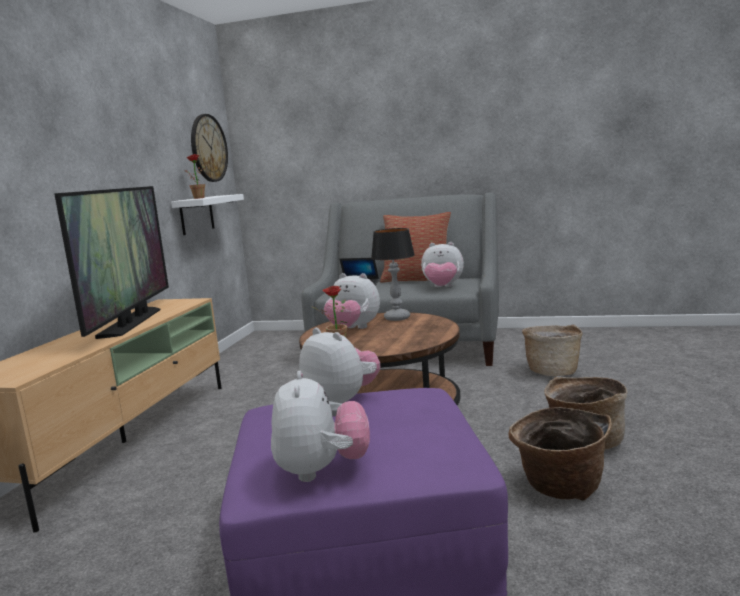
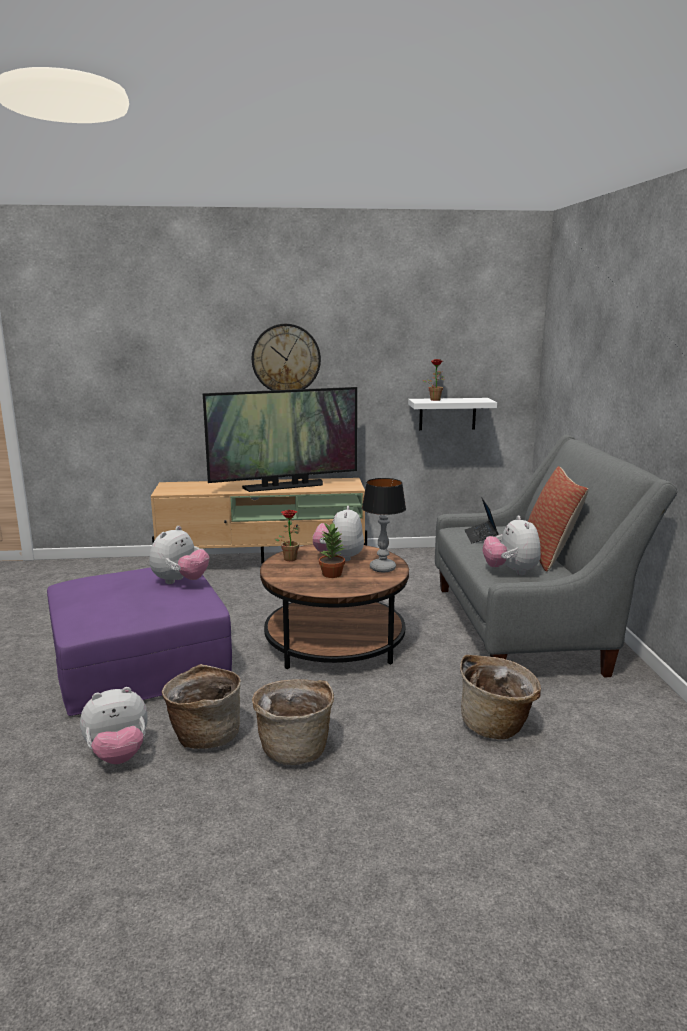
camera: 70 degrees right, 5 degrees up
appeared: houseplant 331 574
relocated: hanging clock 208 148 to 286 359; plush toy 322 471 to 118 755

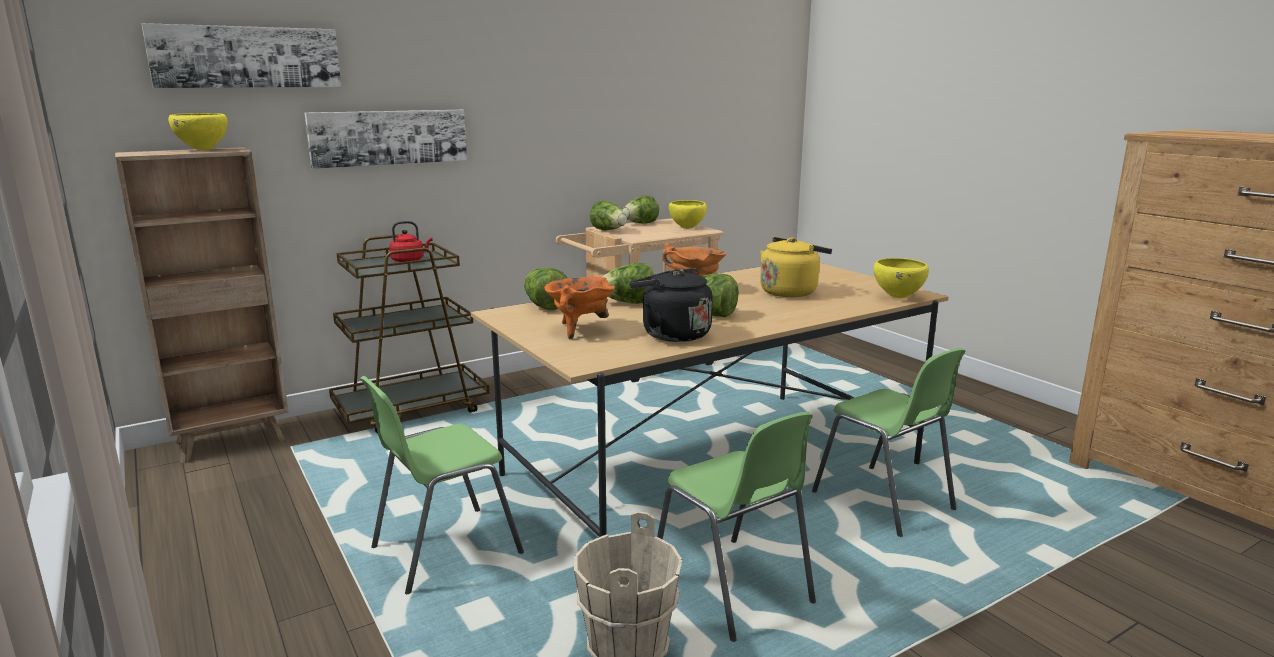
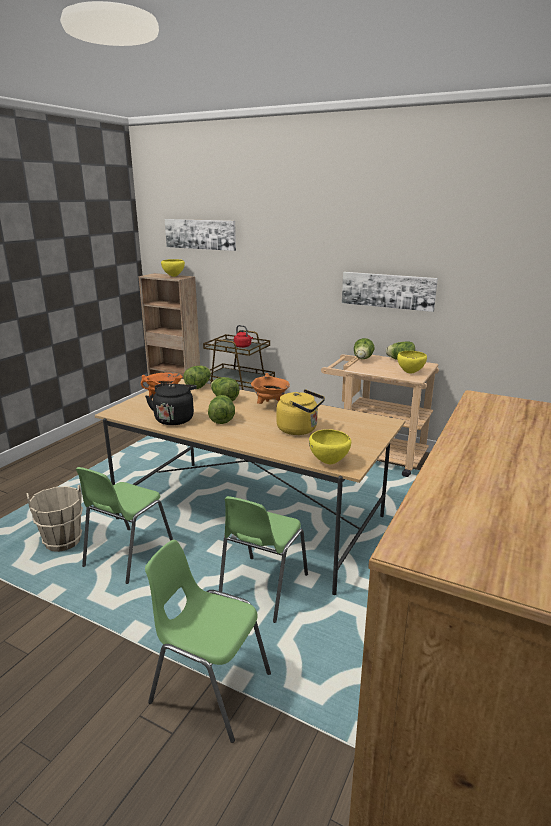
camera: 60 degrees right, 5 degrees up
relocated: picture 389 137 to 388 290; green-coloured plain chair 444 550 to 209 688

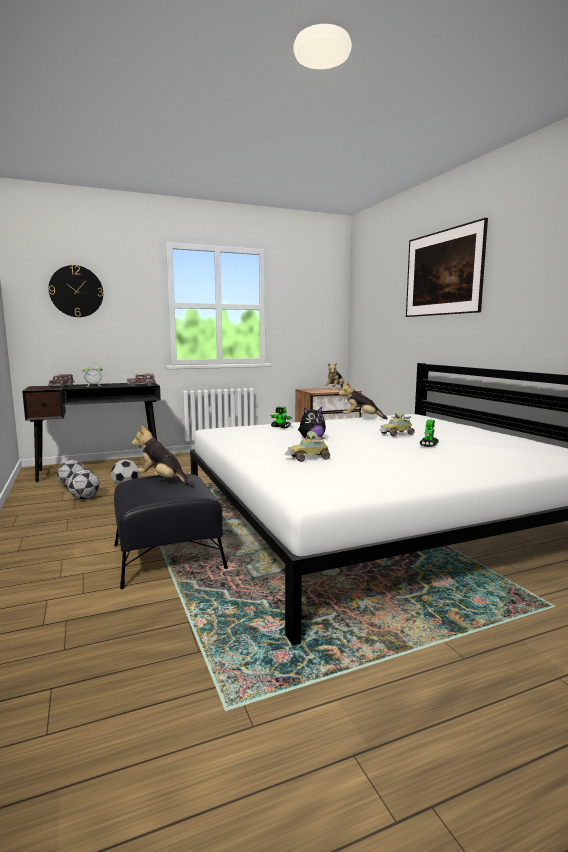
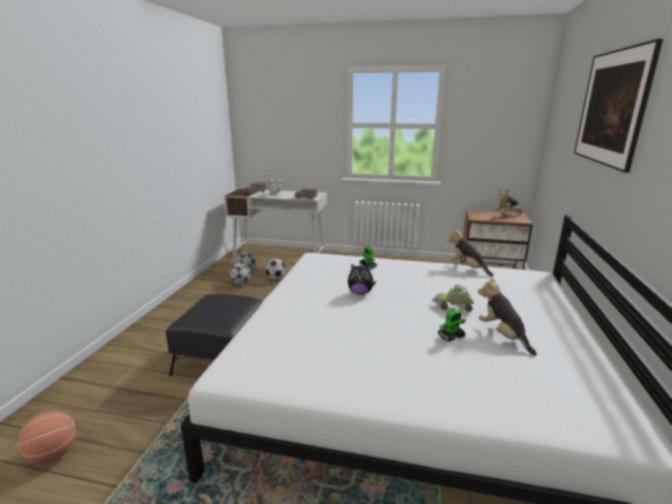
camera: 35 degrees right, 10 degrees up
missing: hanging clock 76 291; model car 309 458
appeared: basketball 53 454
relocated: plush toy 163 481 to 502 335
colour: blackish desk table 101 470 to white desk table 280 257

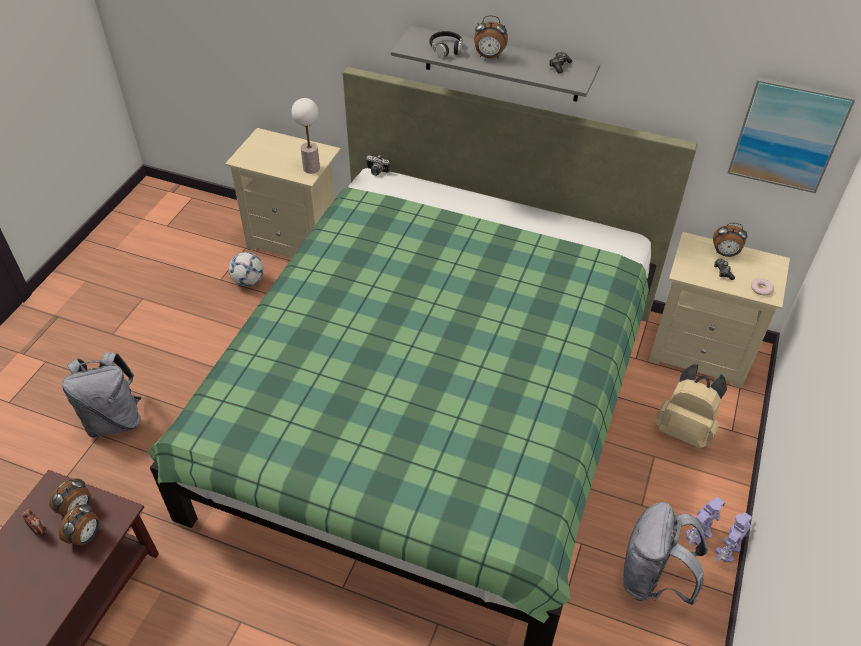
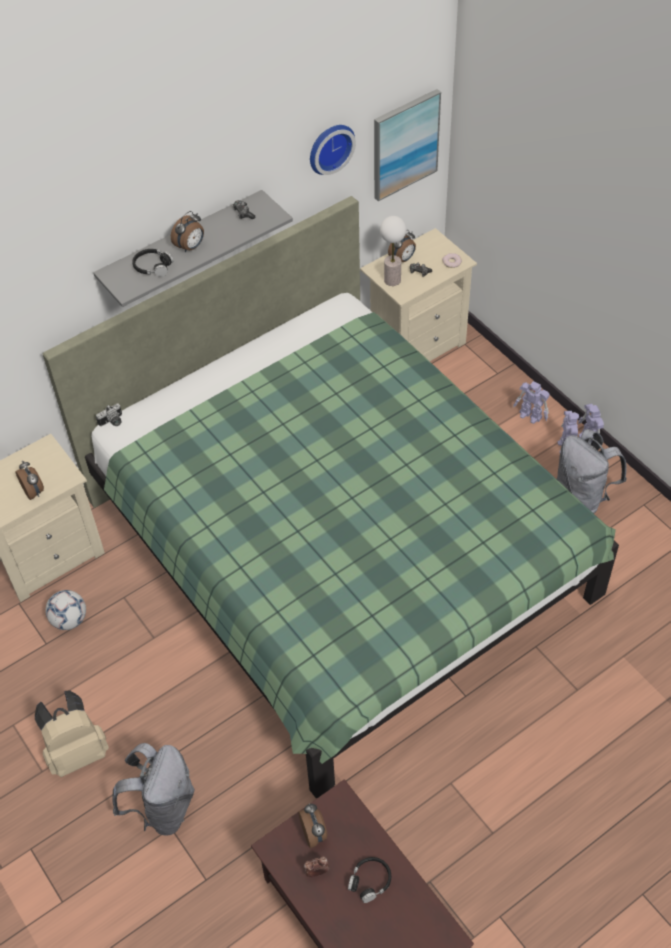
camera: 55 degrees left, 5 degrees up
appeared: hanging clock 329 147; blackish pair of headphones 370 881; model robot 530 416
relocated: table clock 86 536 to 34 491; table lamp 311 168 to 392 280; beige backpack 684 430 to 77 752

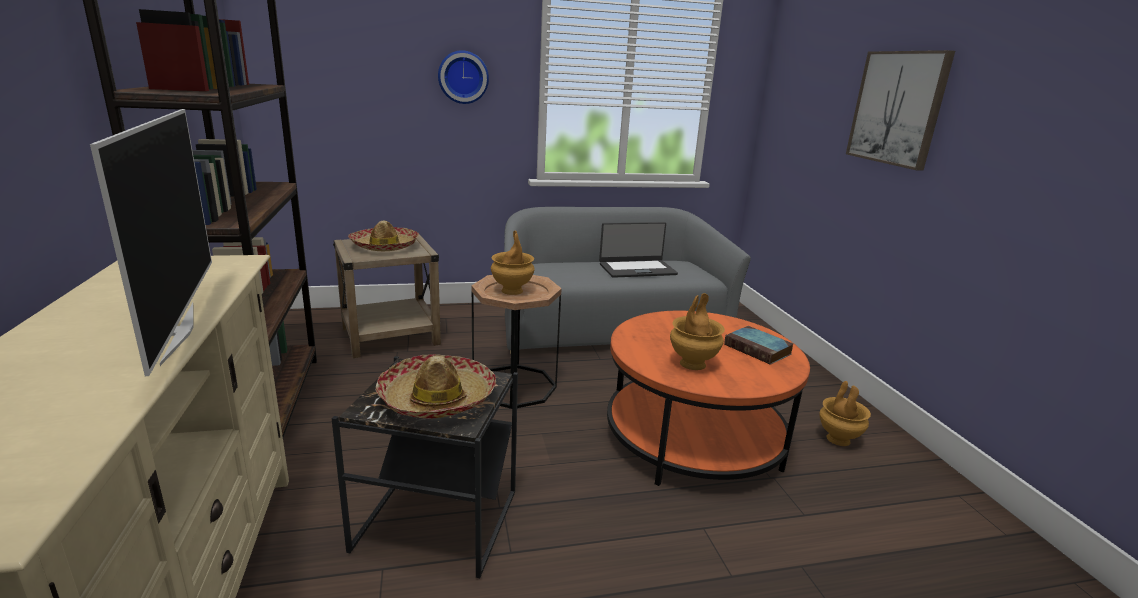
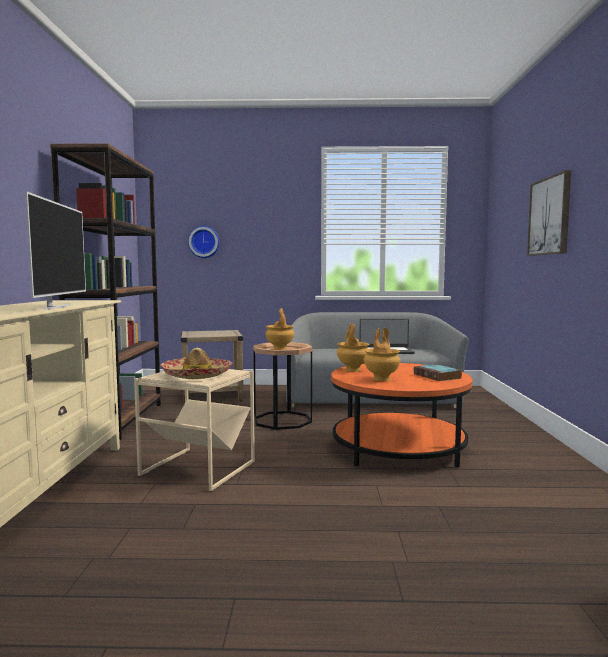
camera: 15 degrees right, 15 degrees down
missing: wearable hat 385 246
relocated: hanging clock 463 77 to 204 242; brown vase 837 439 to 352 370
colour: blackish side table 436 520 to beige side table 197 468

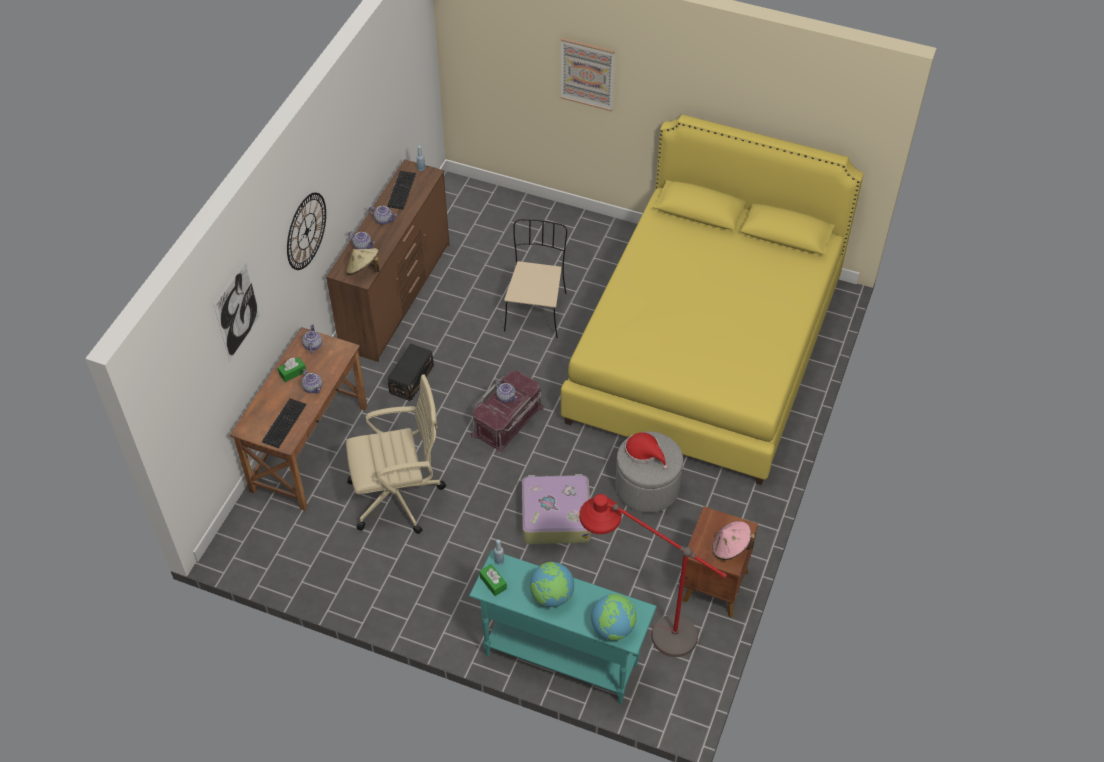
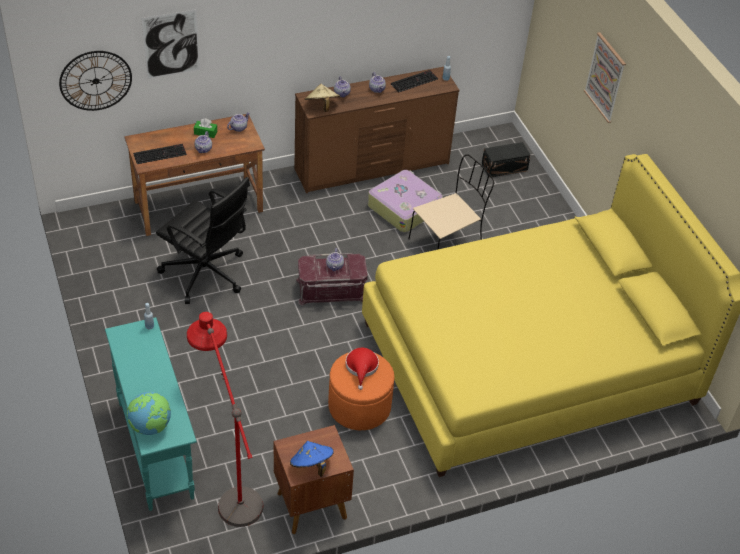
camera: 45 degrees right, 5 degrees down
missing: green-coloured tissue holder 493 583; world globe 551 596
relocated: hanging clock 306 231 to 95 81; blackish storage box 410 380 to 503 167; suitcase 555 515 to 404 207
colour: beige desk chair 399 496 to blackish desk chair 206 274; gray footrest 647 487 to orange footrest 359 406; pink-coloured wearable hat 730 548 to blue-coloured wearable hat 311 465

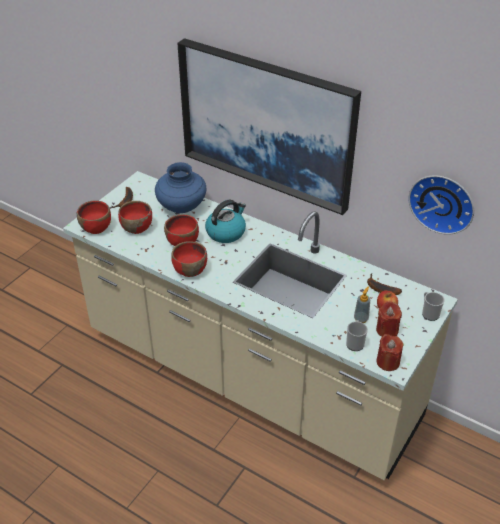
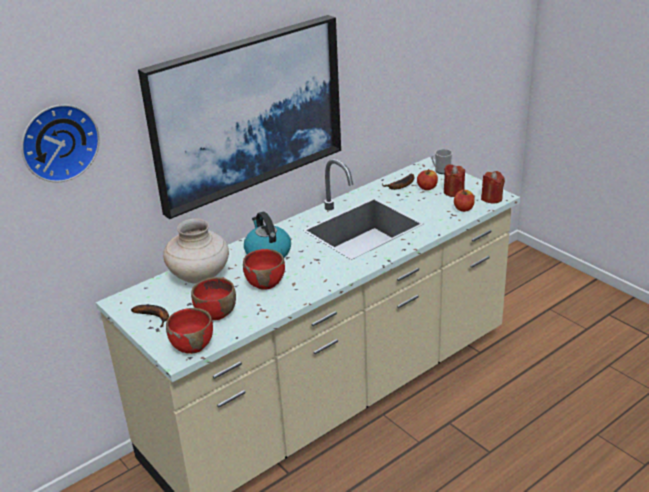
camera: 70 degrees left, 10 degrees down
missing: red deep dish 190 270; soap bottle 361 319
relocated: hanging clock 442 202 to 58 141
exchanged: coffee mug 355 343 to apple fruit 463 209
colour: blue-coloured vase 181 207 to beige vase 200 276

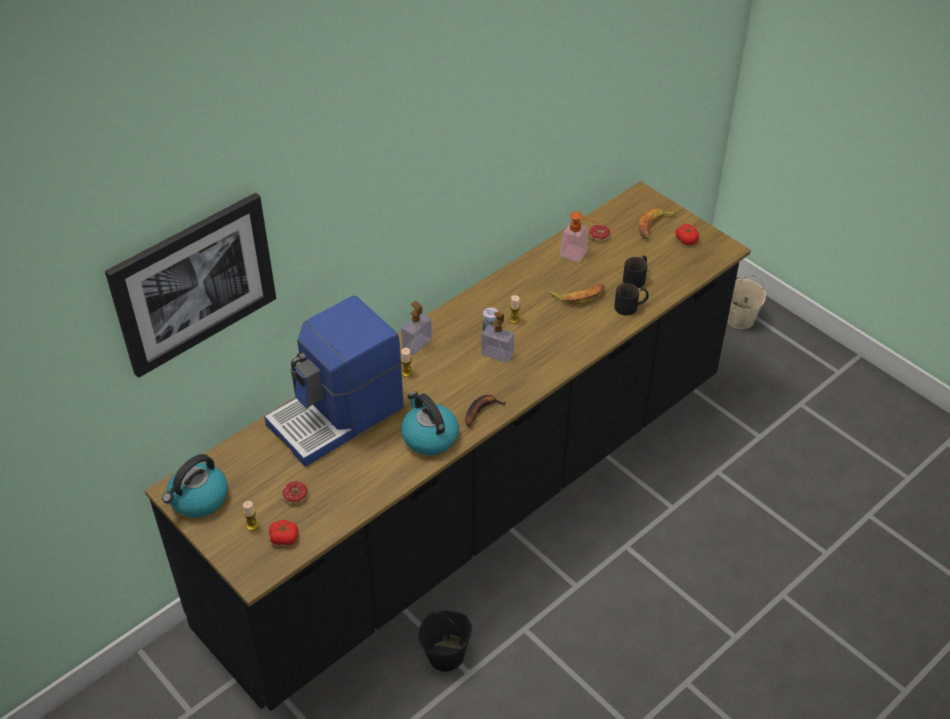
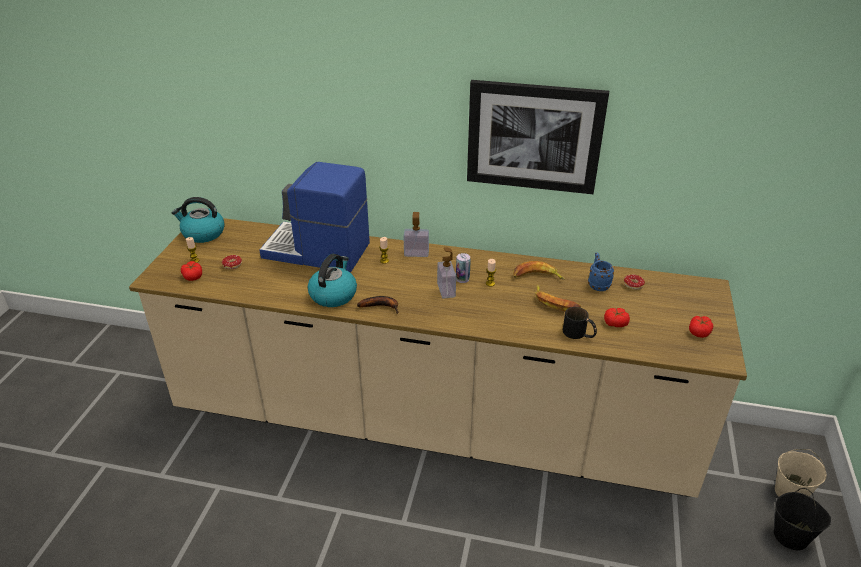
camera: 55 degrees right, 10 degrees down
relocated: picture 193 283 to 534 136; blackish pail 446 655 to 791 536; whole banana 654 226 to 537 276
exchanged: soap bottle 578 255 to blue-coloured coffee mug 597 284; blackish coffee mug 636 277 to fresh tomato 615 323
colour: blackish kitchen counter 474 500 to beige kitchen counter 430 422

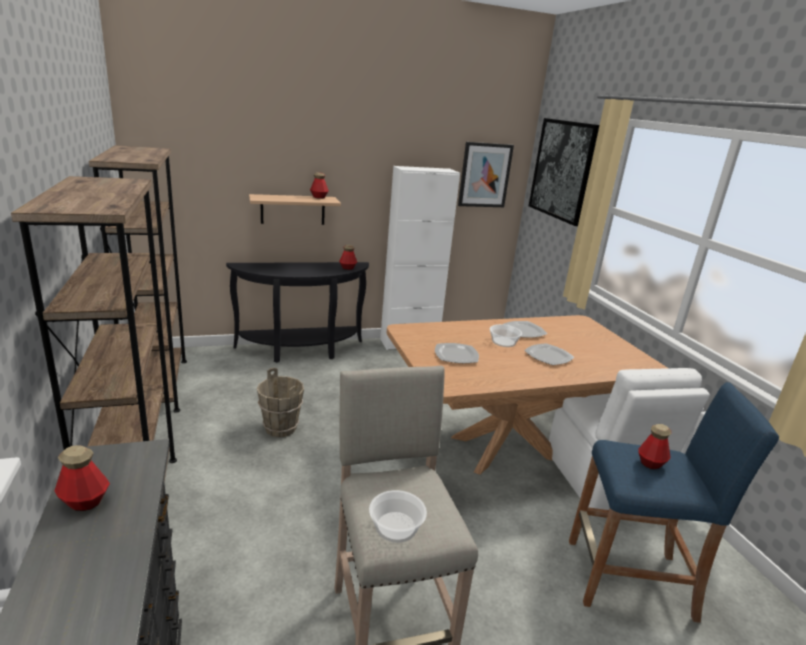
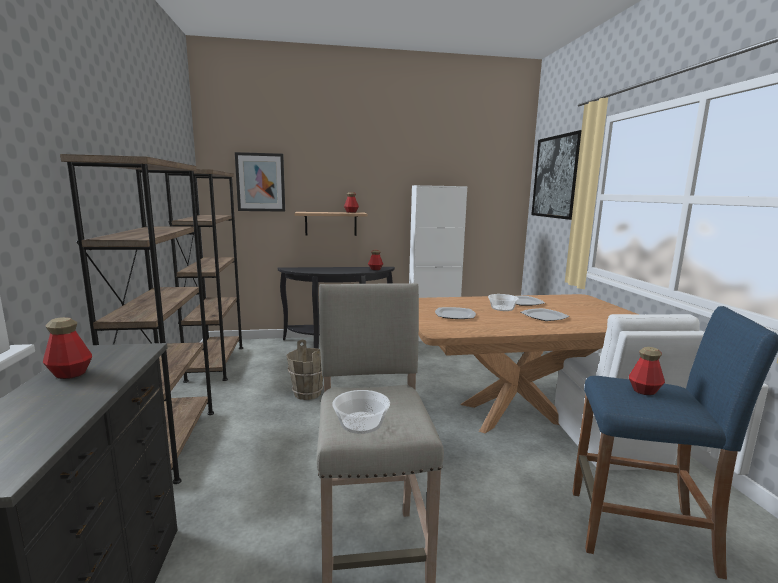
camera: 10 degrees right, 10 degrees down
relocated: picture 485 175 to 260 182

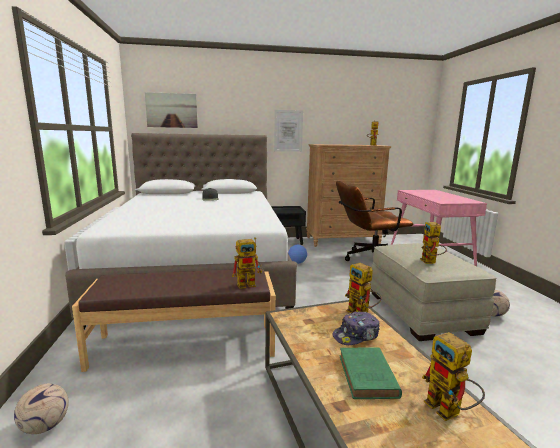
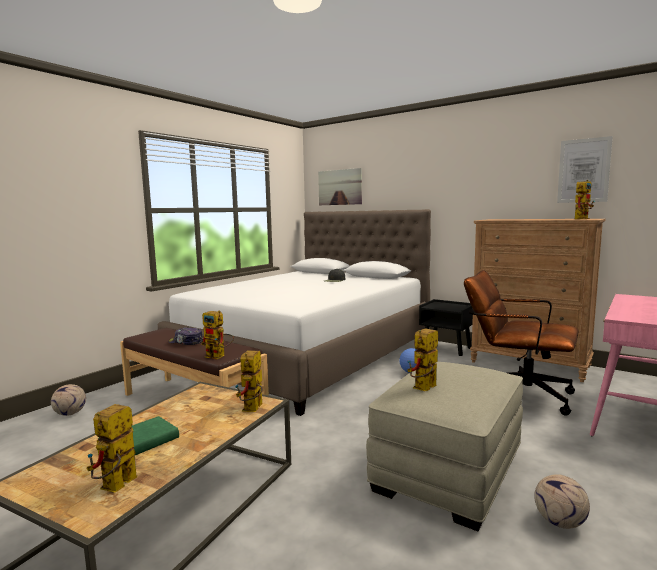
camera: 45 degrees right, 5 degrees down
relocated: picture 288 131 to 583 170; peaked cap 356 335 to 186 342

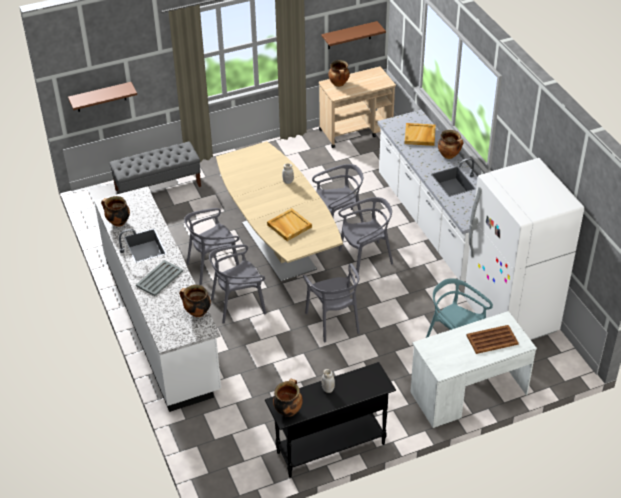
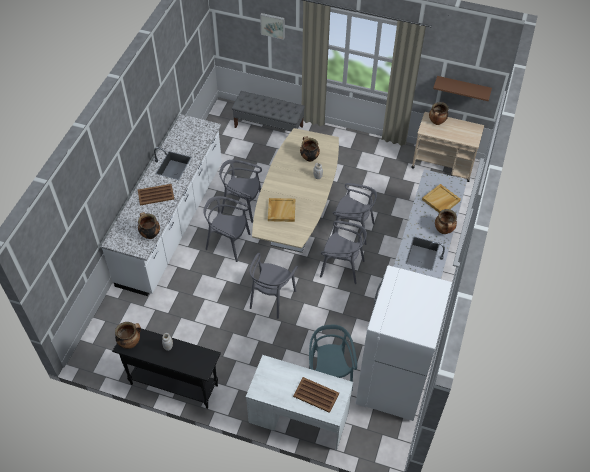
camera: 40 degrees right, 10 degrees up
missing: brown wall shelf 101 97
appeared: picture 273 25
relocated: saucepot 118 222 to 309 157
colour: gray carrying tray 159 279 to brown carrying tray 155 195

